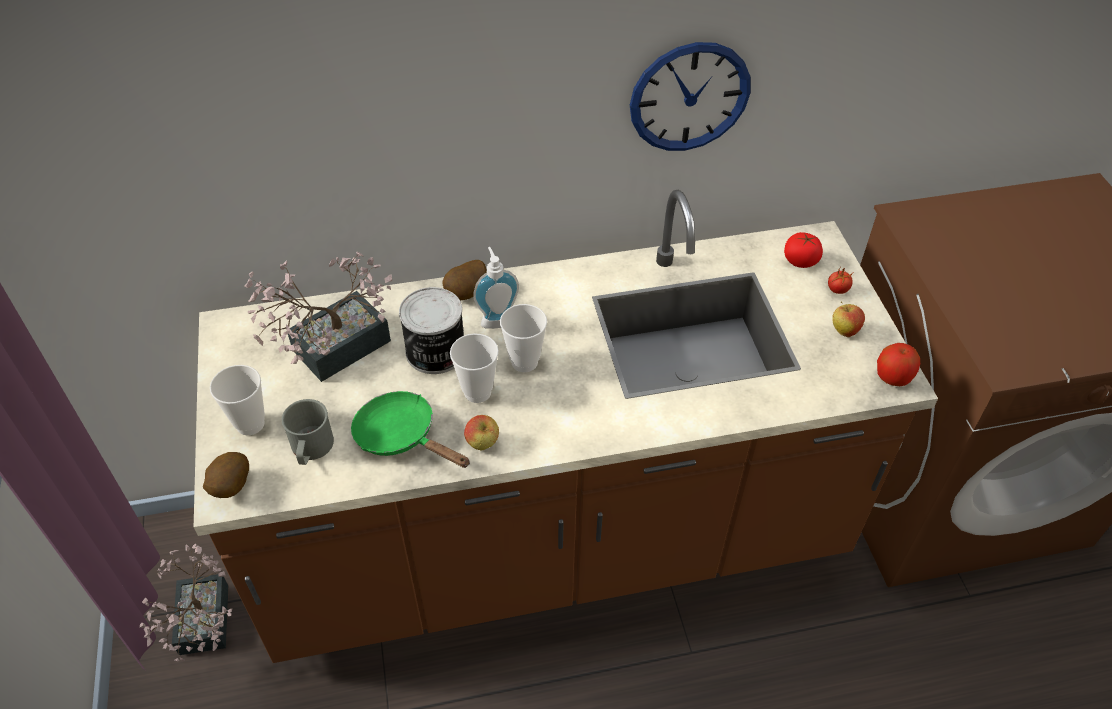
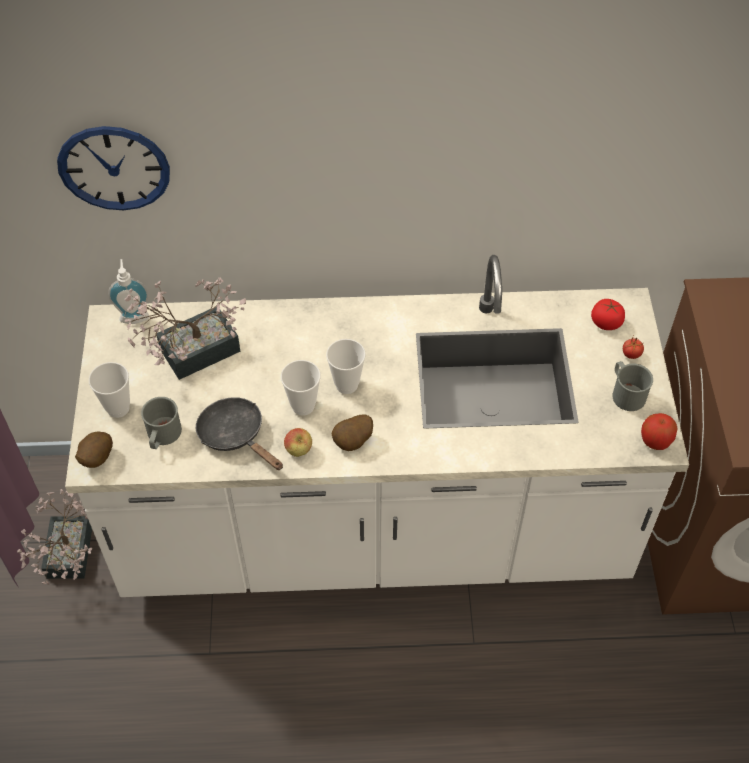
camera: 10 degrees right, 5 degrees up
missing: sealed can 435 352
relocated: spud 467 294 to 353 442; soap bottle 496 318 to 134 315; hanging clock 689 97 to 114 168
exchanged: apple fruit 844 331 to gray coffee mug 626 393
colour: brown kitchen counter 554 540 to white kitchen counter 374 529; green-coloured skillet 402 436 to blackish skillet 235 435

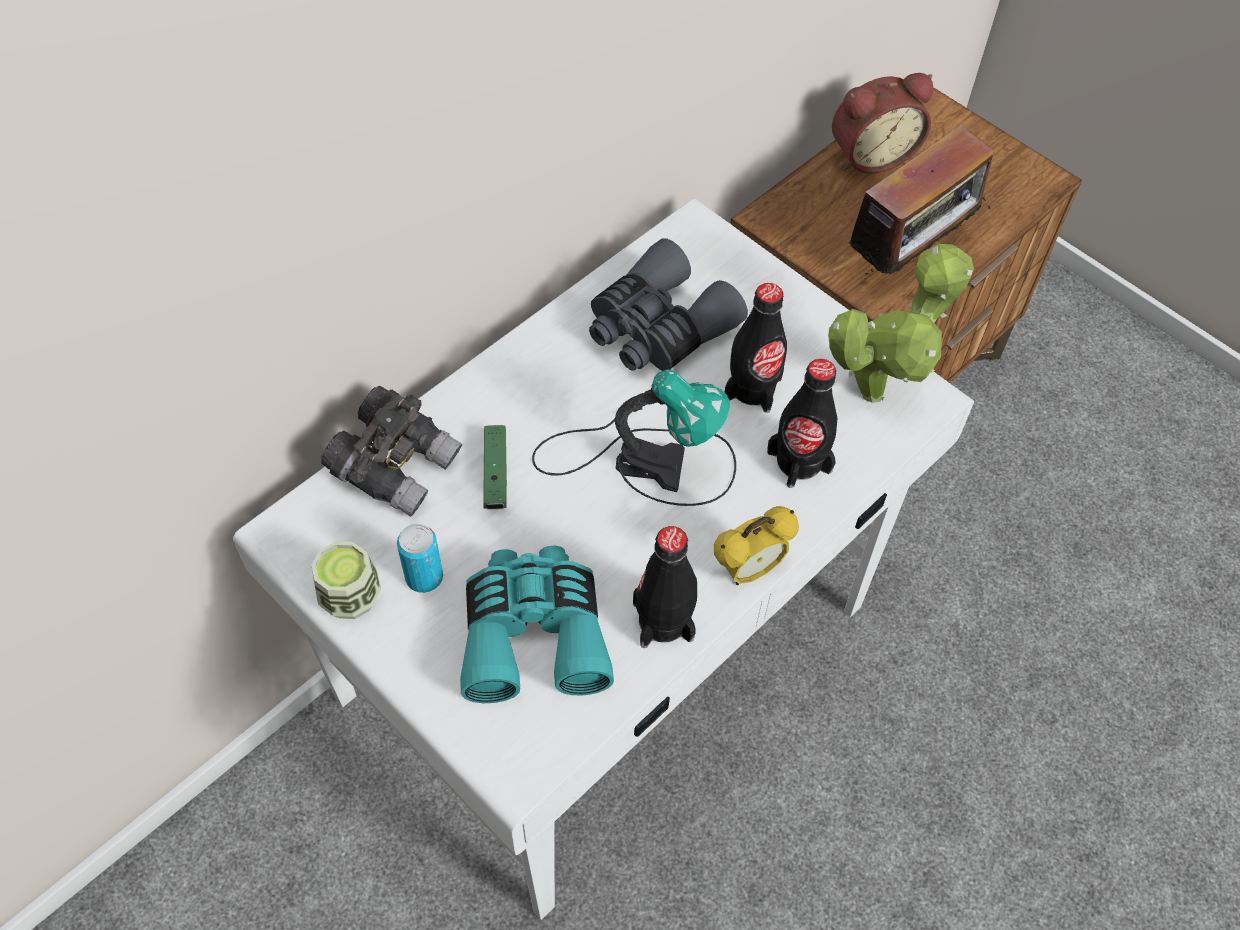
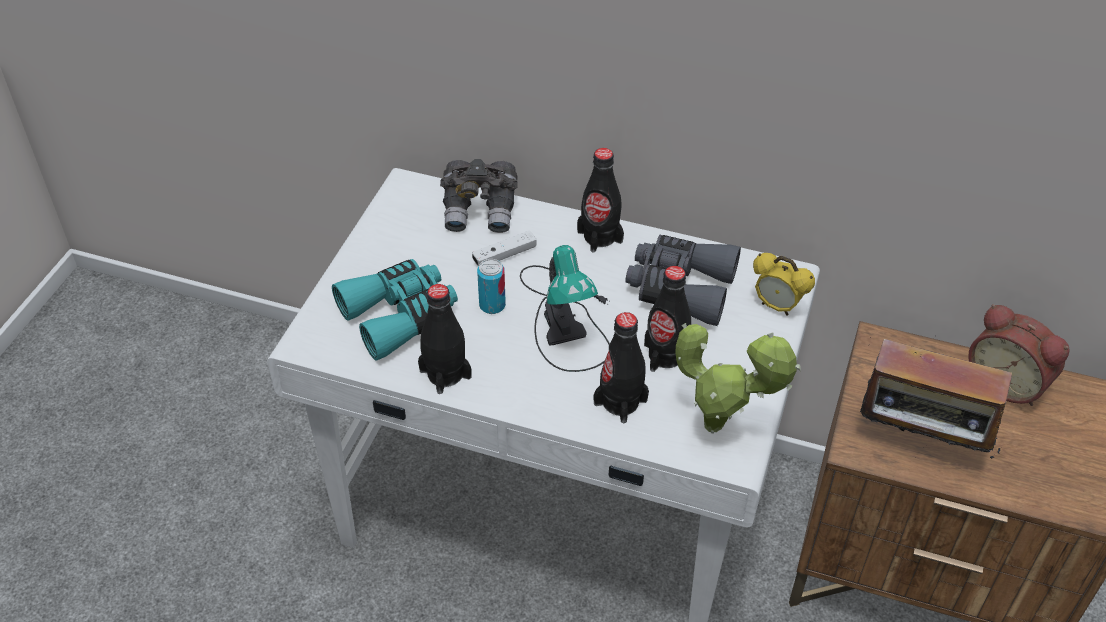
camera: 65 degrees right, 10 degrees down
missing: drinking cup 350 597
appeared: blackish beverage bottle 600 236
relocated: sealed can 424 577 to 492 305; table clock 749 570 to 777 306
colour: green-coloured game controller 495 474 to white game controller 504 255

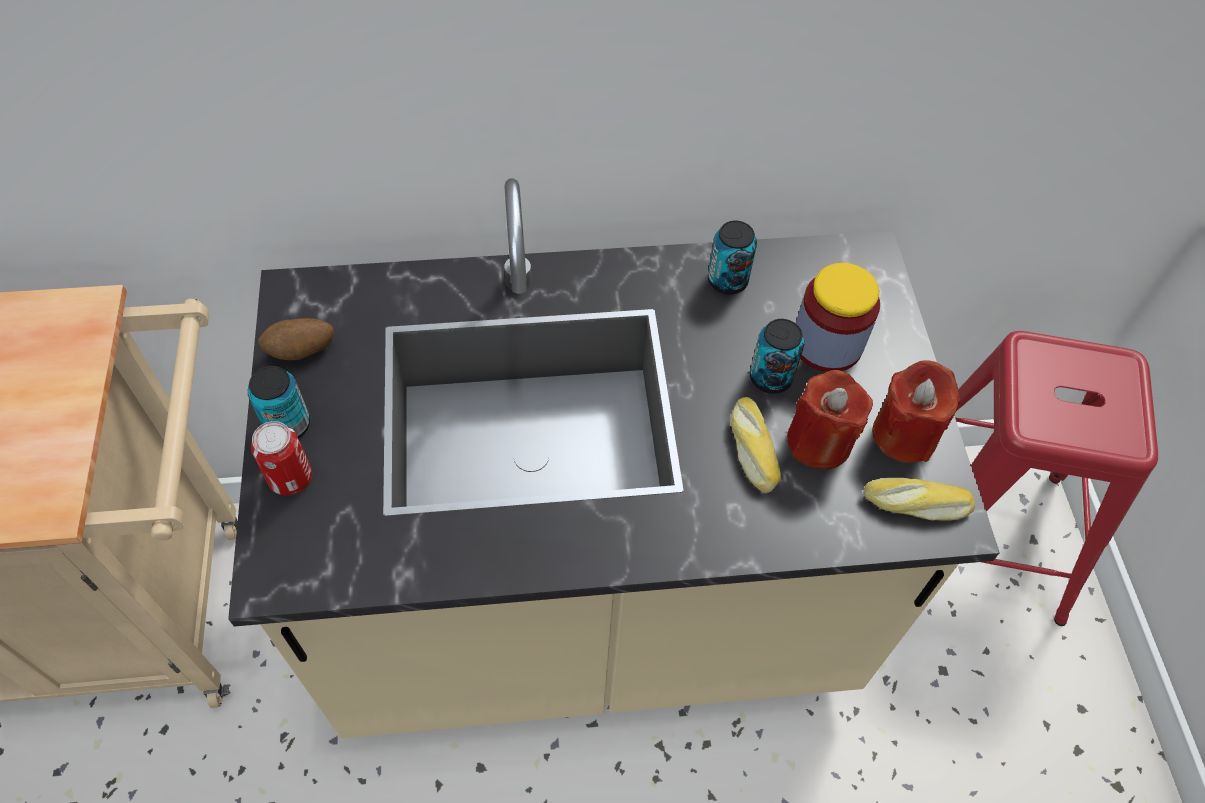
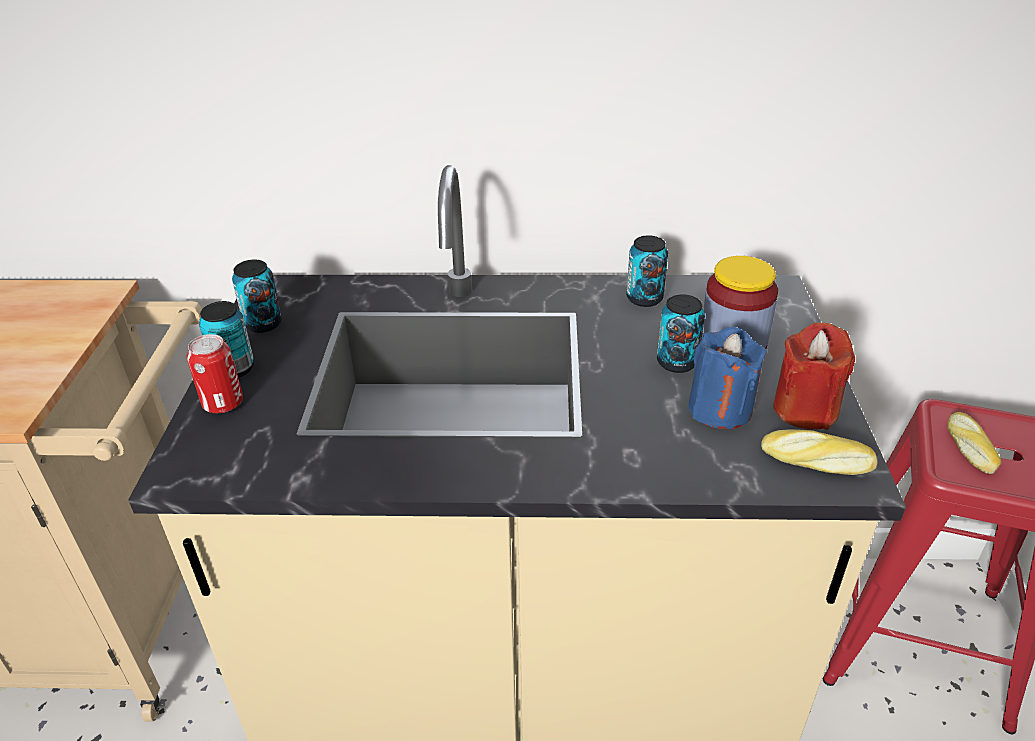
camera: 10 degrees right, 20 degrees down
relocated: baked bread 751 449 to 967 448
exchanged: spud 302 351 to sealed can 263 323
colour: red candle 819 441 to blue-coloured candle 720 409

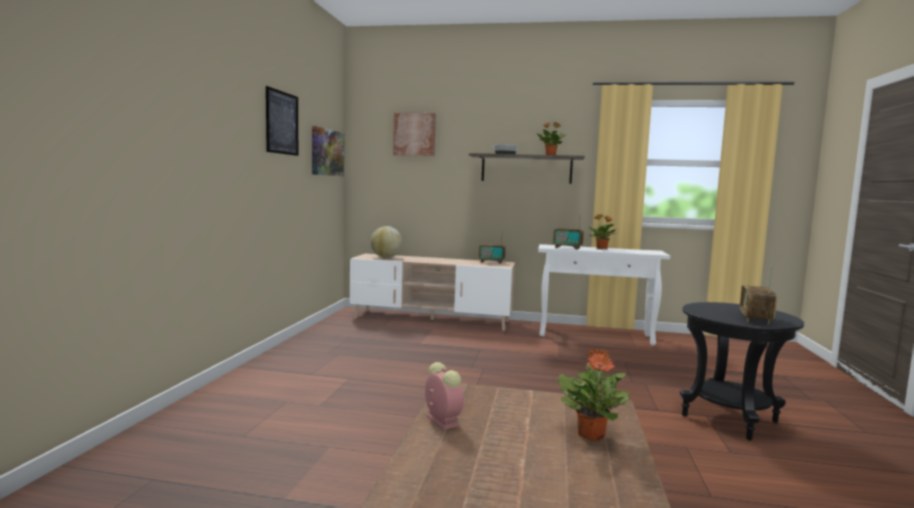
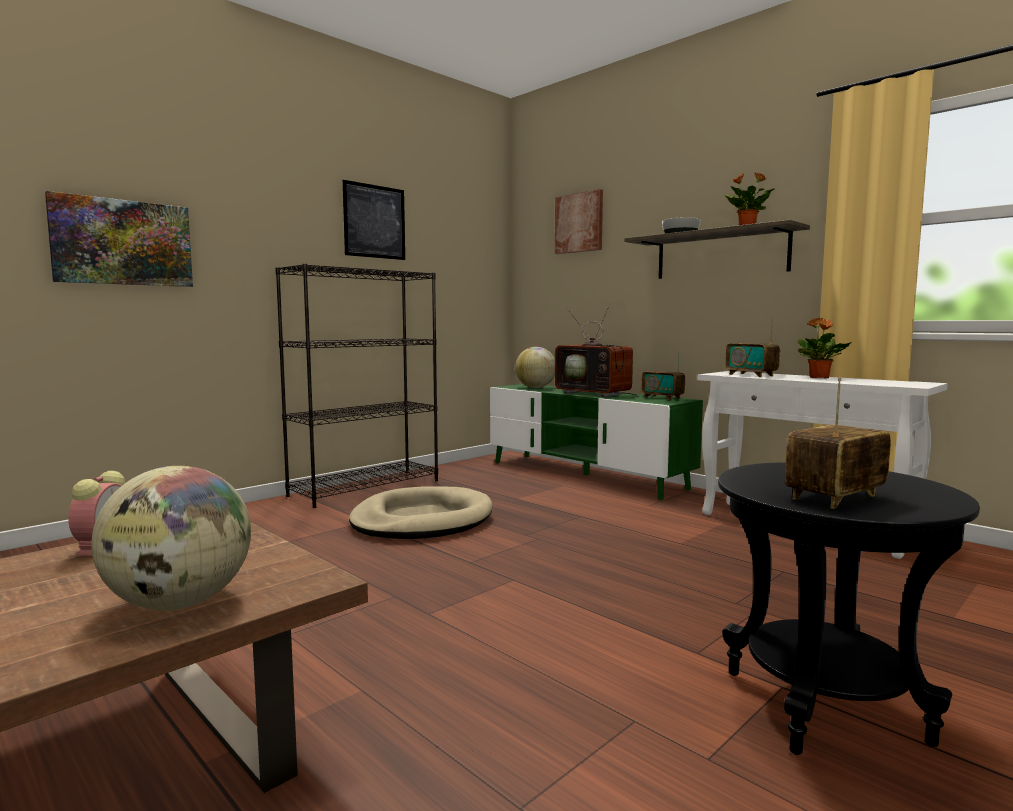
camera: 35 degrees right, 0 degrees up
appeared: blackish shelving unit 366 488; beige dog bed 422 520; TV 596 394
relocated: picture 327 152 to 123 243
exchanged: houseplant 591 434 to world globe 179 603
colour: beige tv stand 431 319 to green-coloured tv stand 585 475

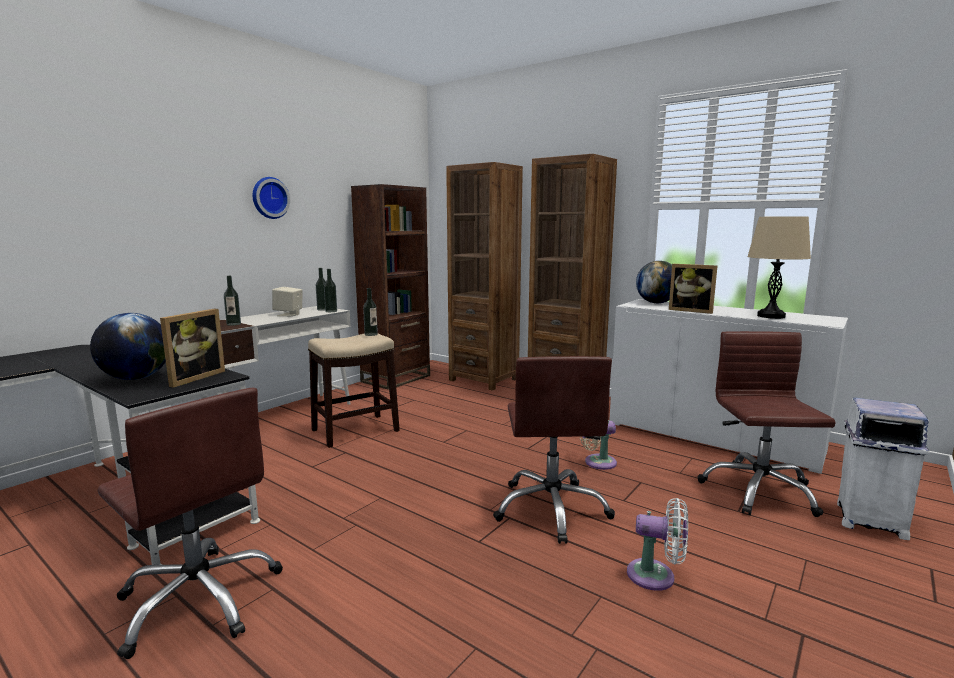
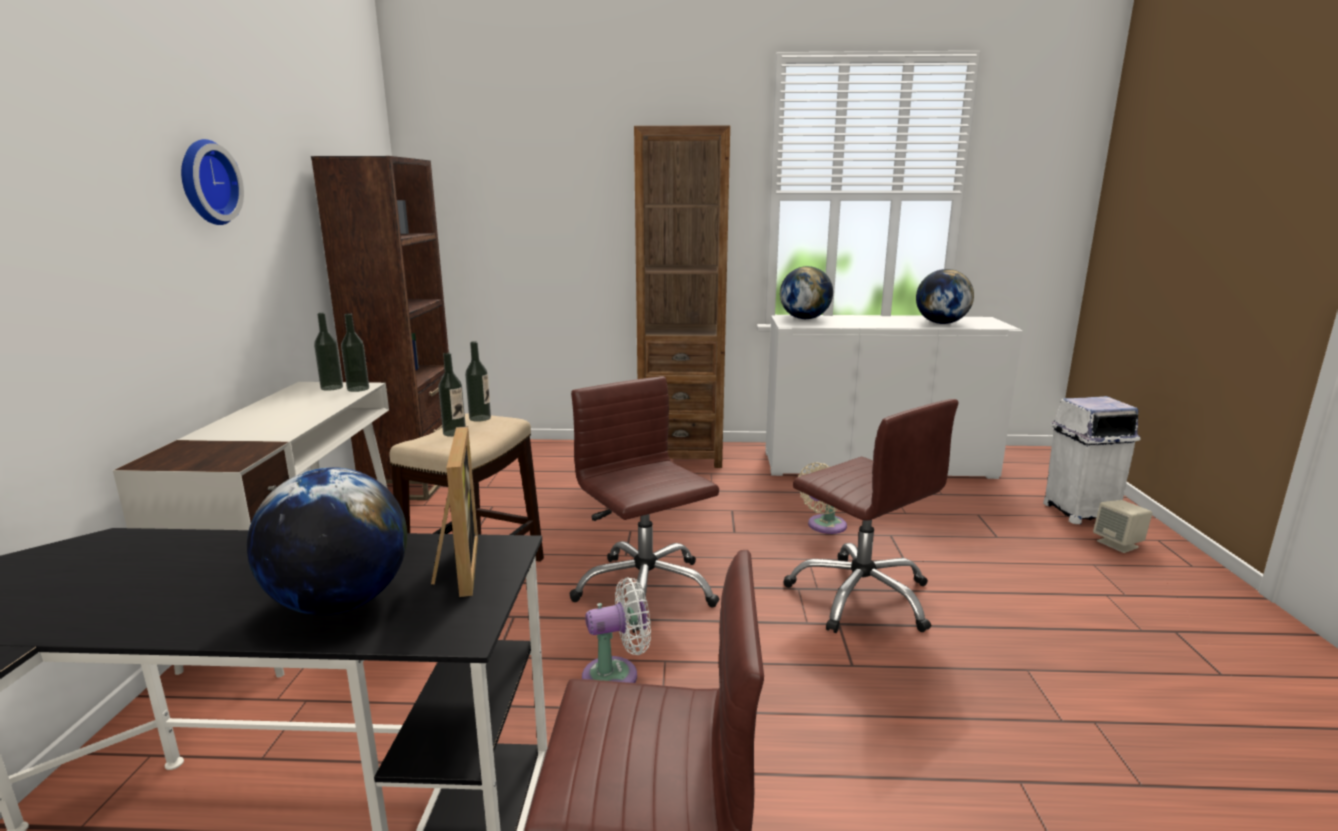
camera: 35 degrees left, 5 degrees up
missing: brown shelving unit 484 379; standing frame 691 310
relocated: beverage bottle 233 324 to 454 433; beige speaker 288 314 to 1118 544; white electric fan 656 576 to 616 675; brown desk chair 758 491 to 644 590
exchanged: beige table lamp 771 316 to world globe 941 323

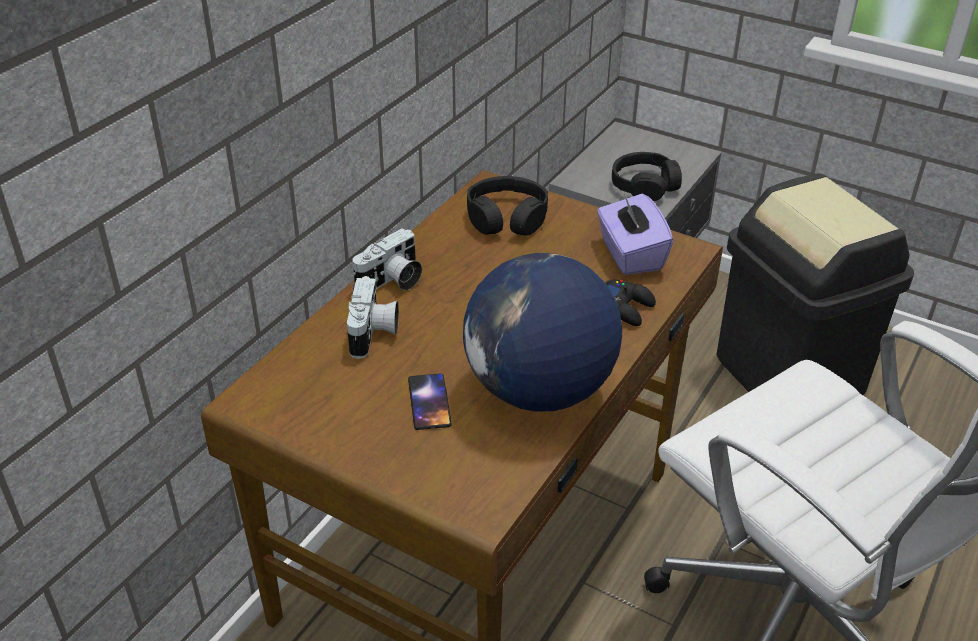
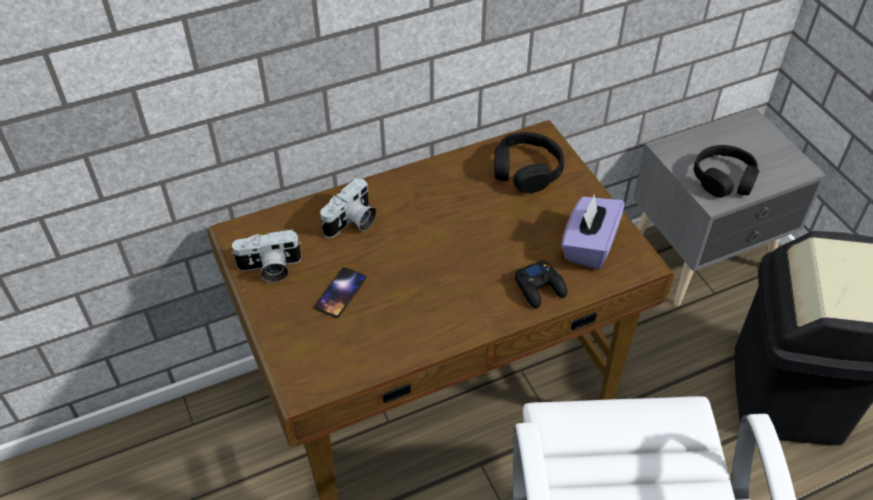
camera: 35 degrees right, 10 degrees up
missing: world globe 539 391
relocated: still camera 392 282 to 270 268

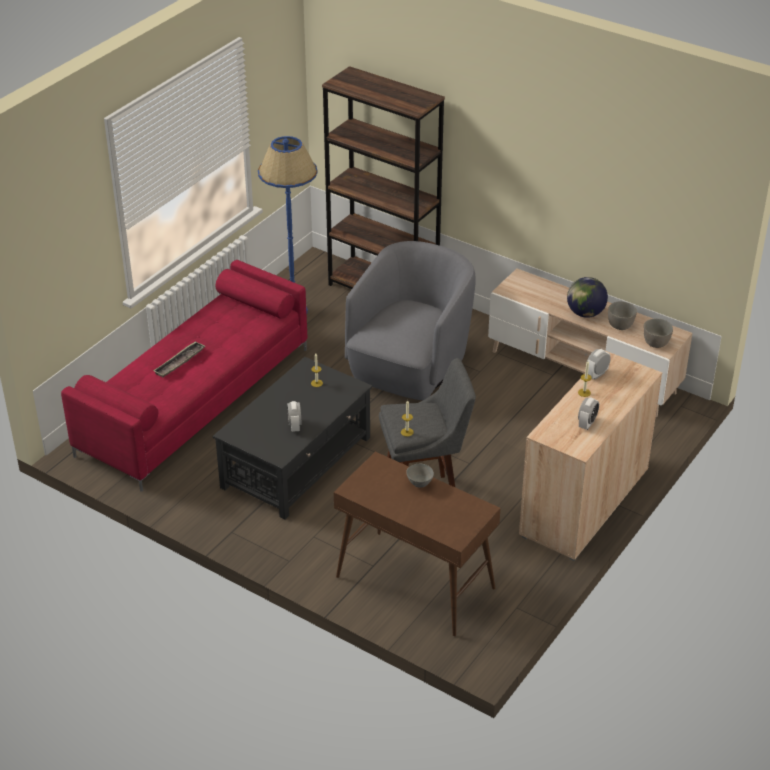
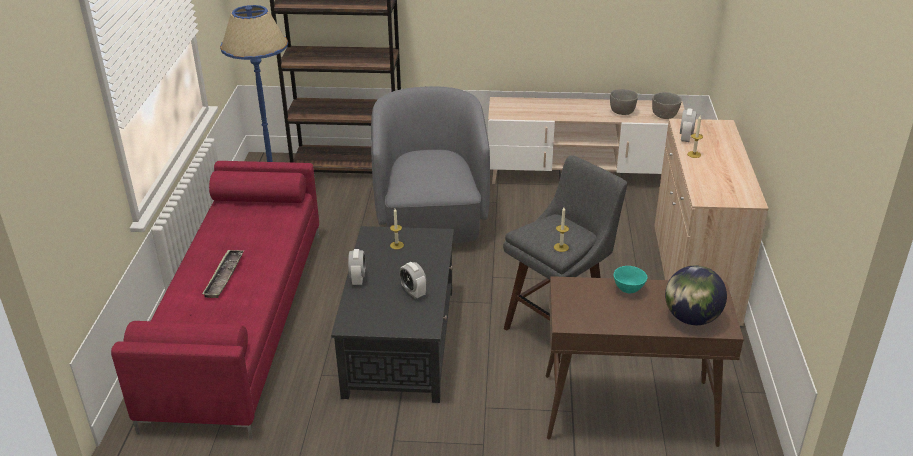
camera: 30 degrees left, 5 degrees down
relocated: world globe 585 313 to 691 318; table clock 587 424 to 358 279
colour: gray deep dish 420 484 to blue-green deep dish 629 290

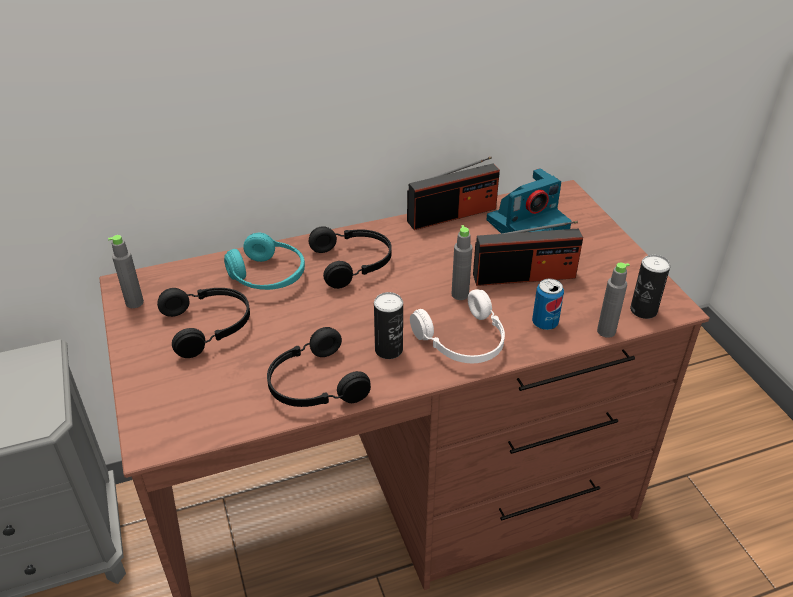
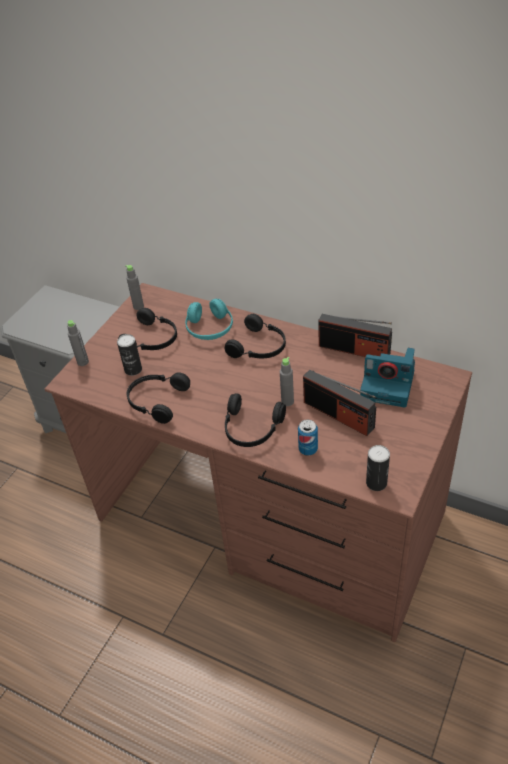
camera: 50 degrees right, 5 degrees up
relocated: sealed can 388 350 to 133 369; gray beverage bottle 606 331 to 83 362
colour: white pair of headphones 464 342 to blackish pair of headphones 251 429

